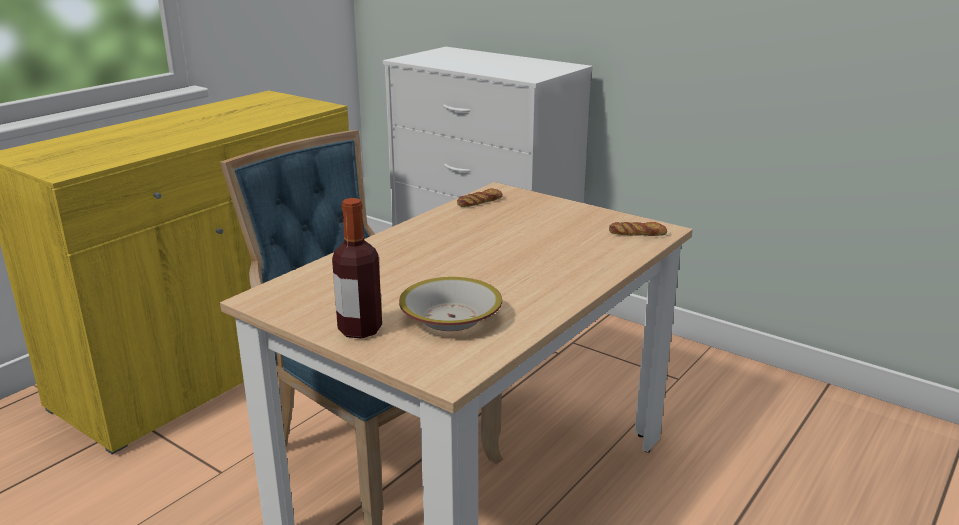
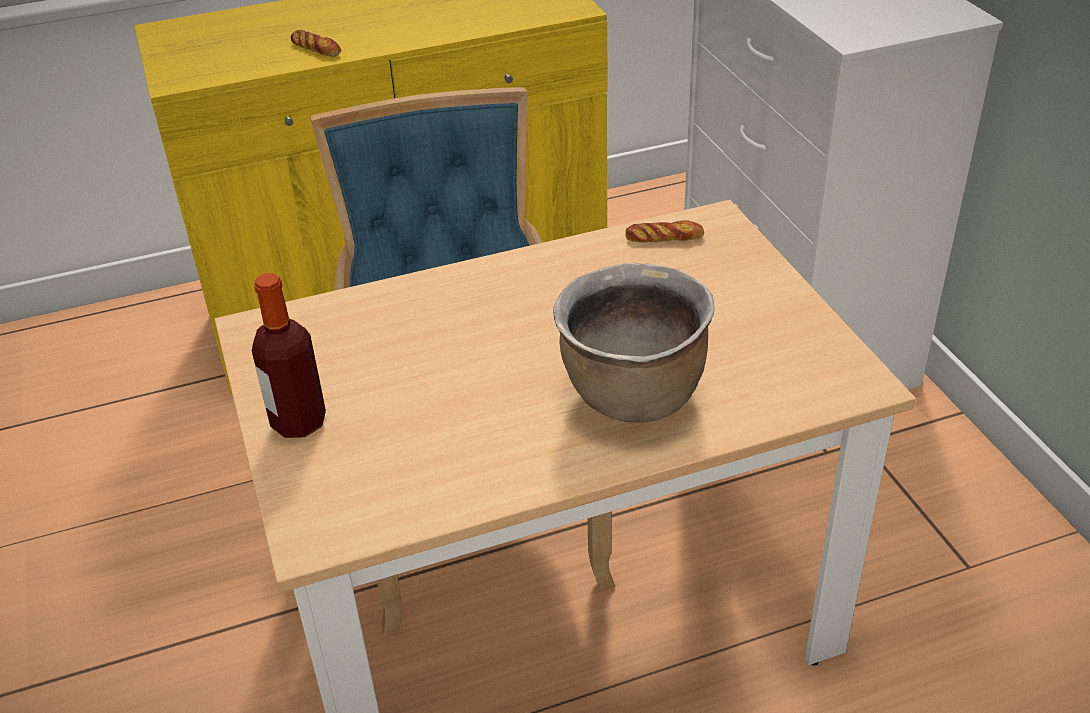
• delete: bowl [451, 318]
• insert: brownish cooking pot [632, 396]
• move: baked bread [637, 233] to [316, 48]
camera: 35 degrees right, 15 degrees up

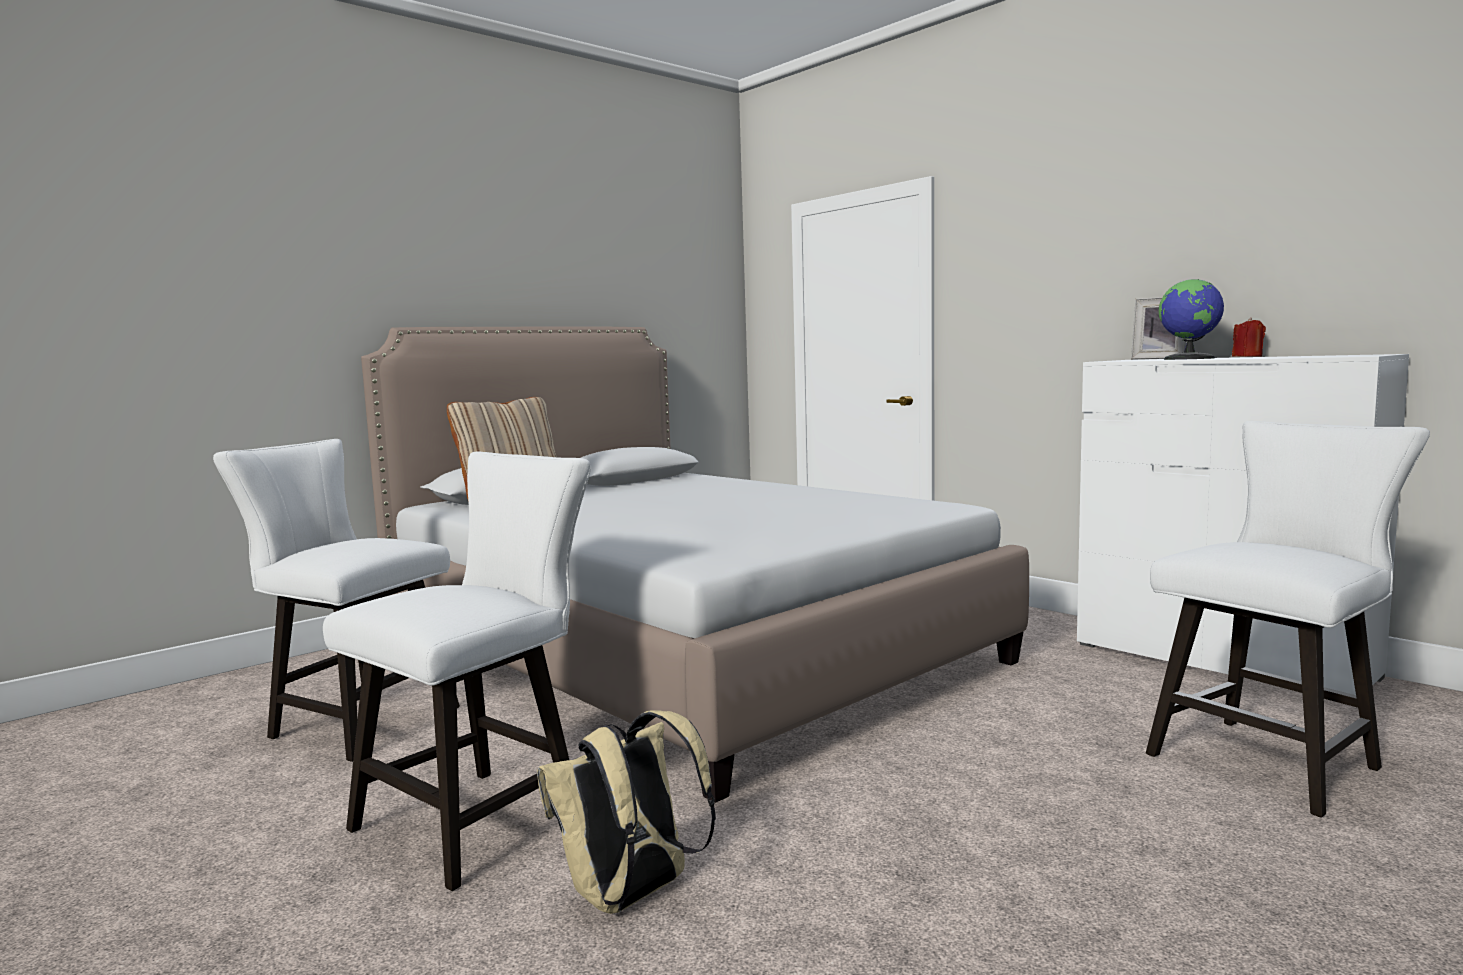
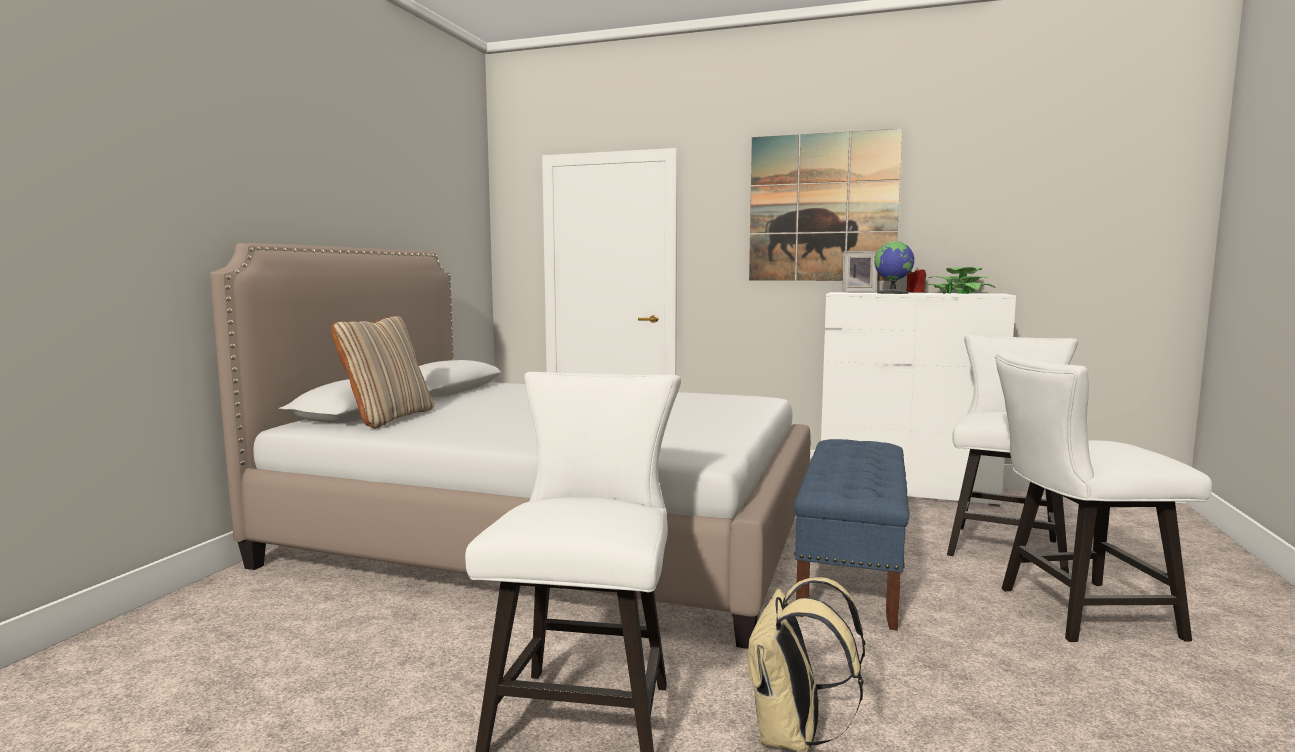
• insert: picture [822, 208]
• insert: blue-coloured long seat [851, 570]
• insert: houseplant [958, 293]
• move: white-coloured chair [354, 722] to [1075, 612]
camera: 30 degrees left, 0 degrees up

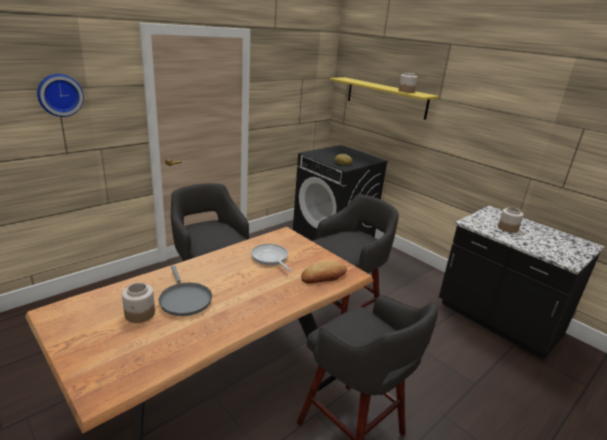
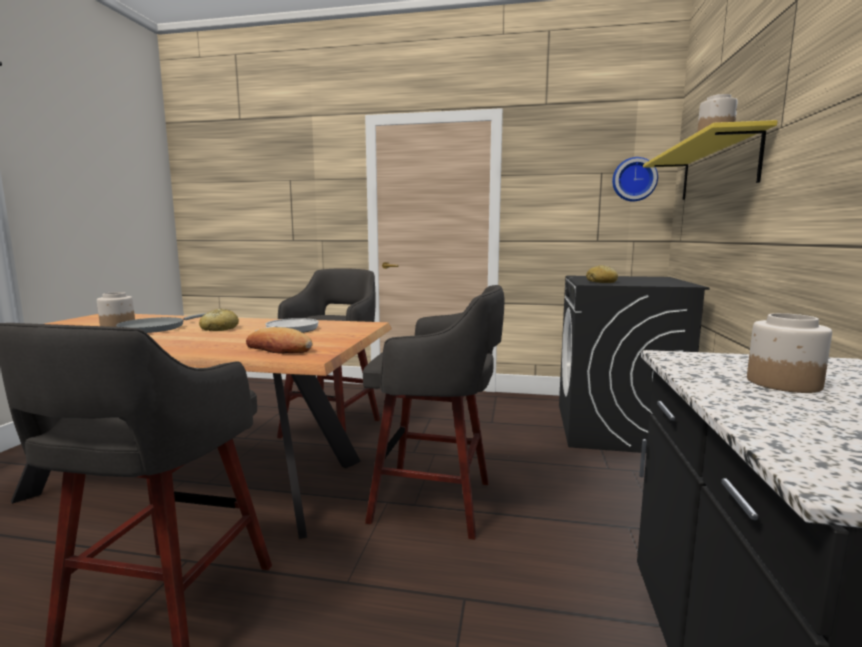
• insert: baked bread [219, 328]
• move: clock on the wall [59, 95] to [634, 179]
camera: 55 degrees right, 15 degrees down

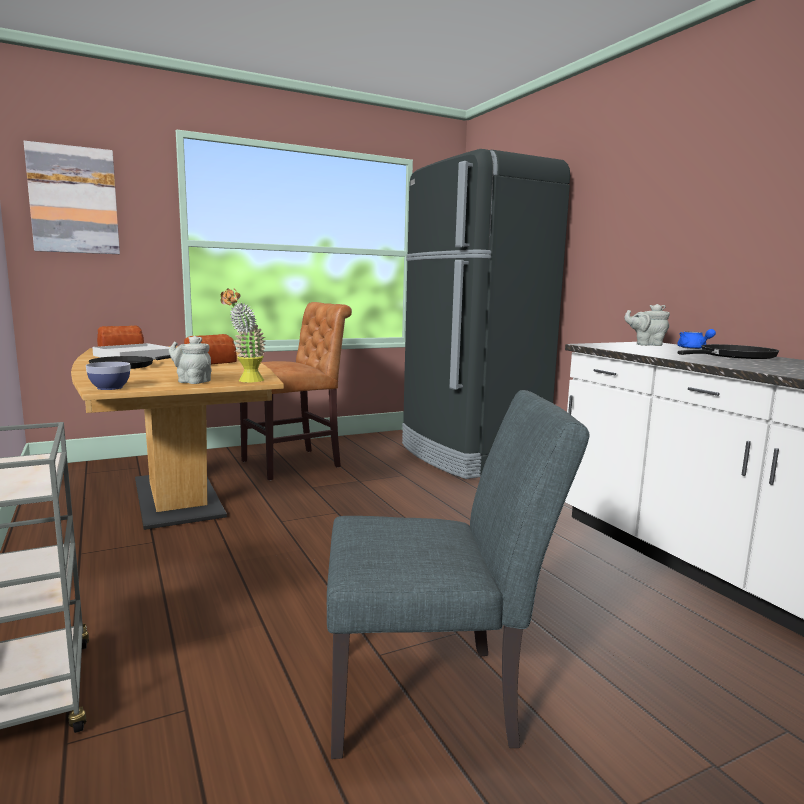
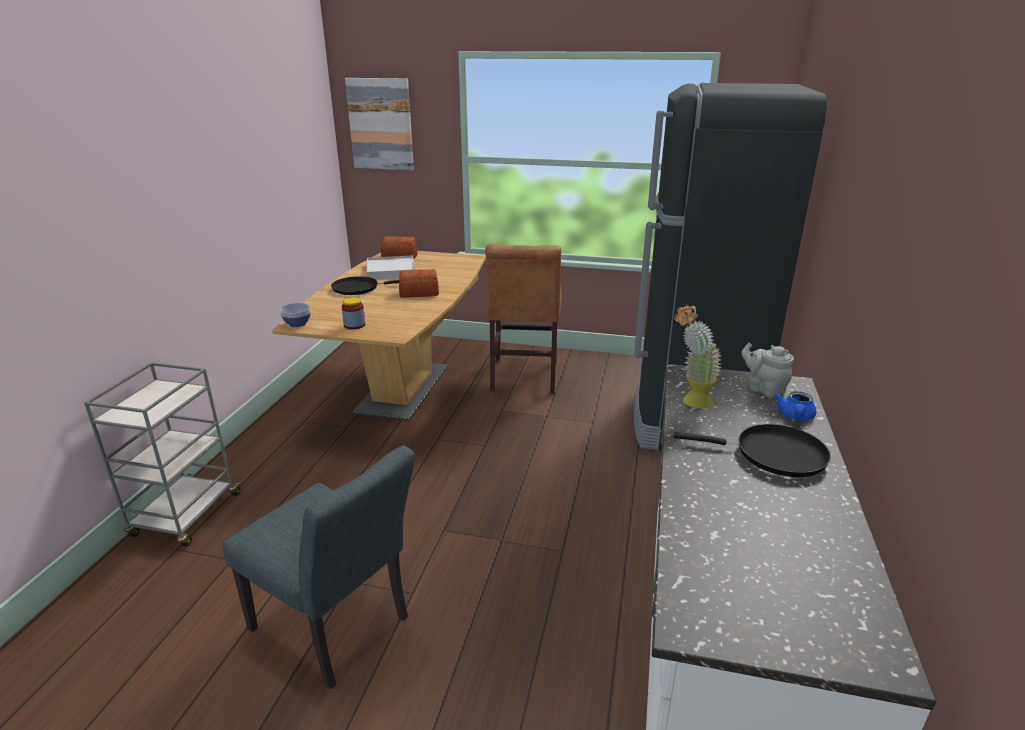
• move: houseplant [245, 381] to [690, 402]
• replace: grey teapot [192, 381] to storage jar [354, 325]
• rotate: brownish chair [296, 463] = [523, 378] 90 degrees clockwise
camera: 40 degrees right, 15 degrees up

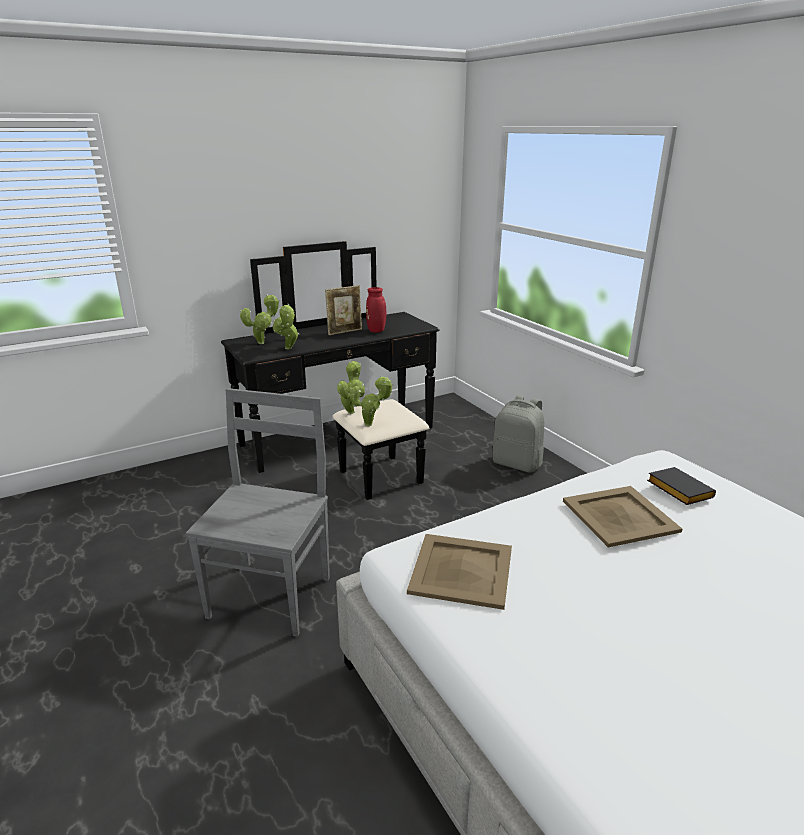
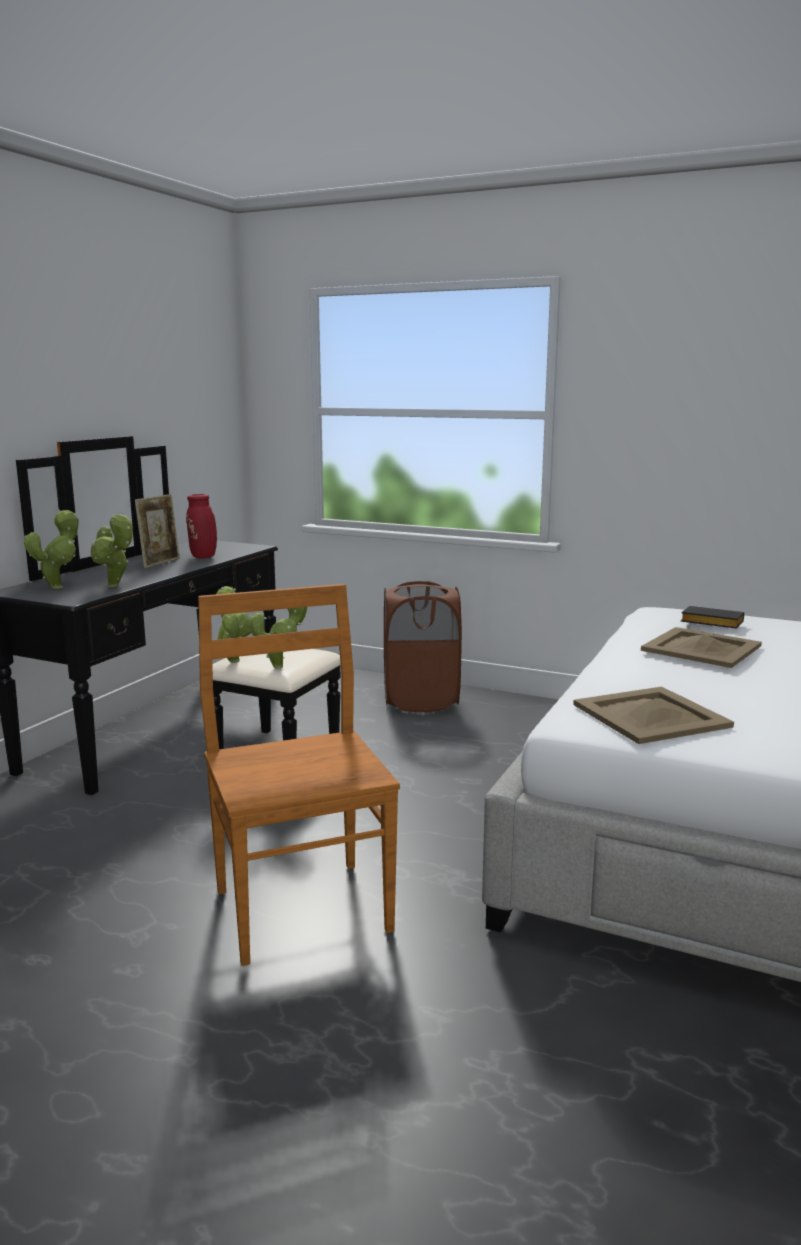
• replace: grey backpack [517, 463] to brownish laundry basket [421, 700]
• recolor: grey chair [272, 595] to brownish chair [301, 907]
camera: 35 degrees left, 10 degrees down

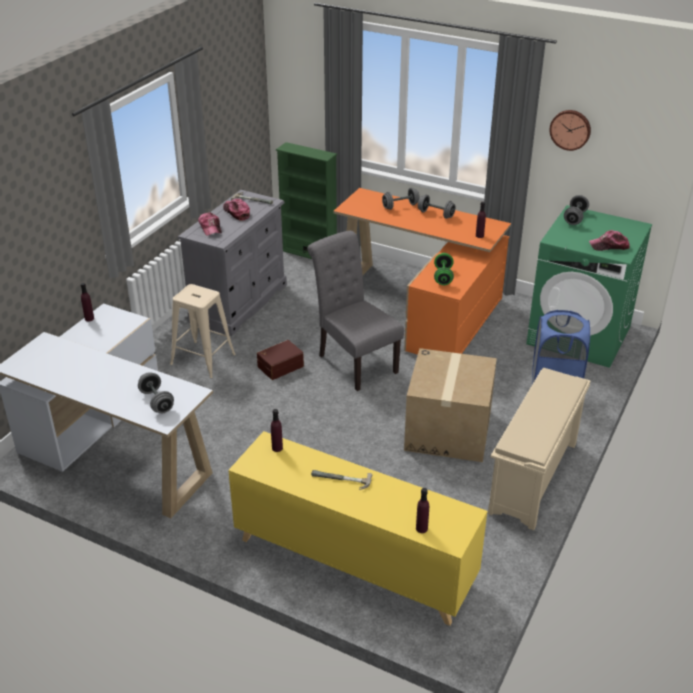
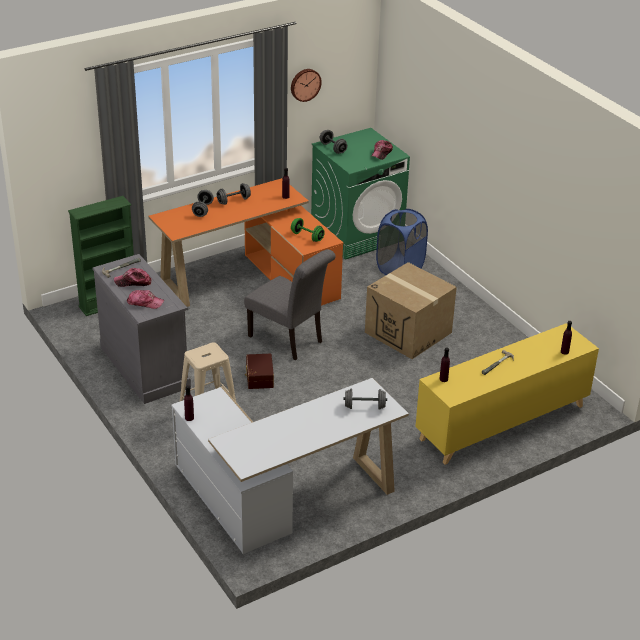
• delete: beige shoe stand [534, 479]
• rotate: grey chair [354, 361] = [289, 340] 135 degrees counterclockwise
camera: 60 degrees left, 0 degrees up

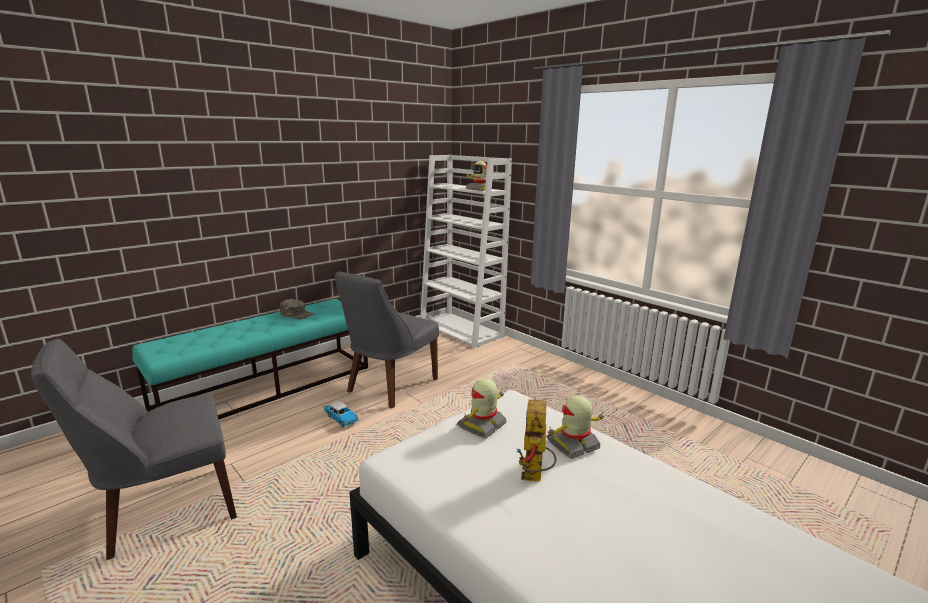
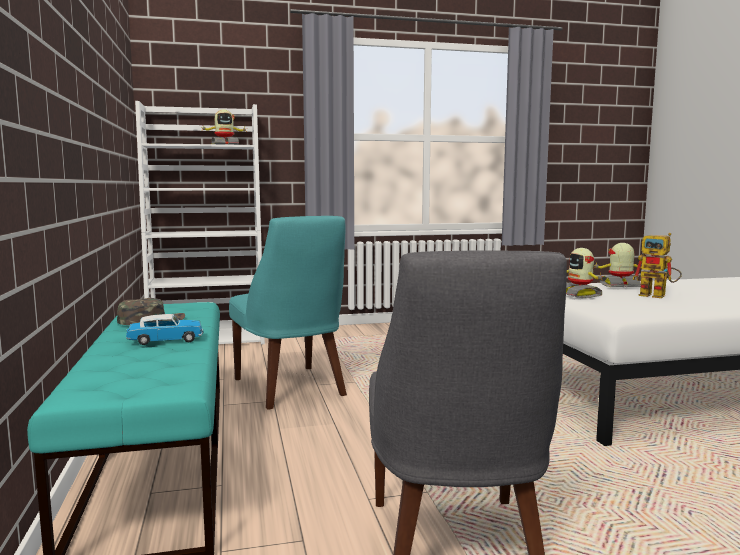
• move: miniature car [341, 419] to [166, 340]
• recolor: grey chair [389, 386] to turquoise chair [291, 389]
• rotate: model robot [573, 445] = [620, 286] 90 degrees clockwise
camera: 60 degrees left, 10 degrees down

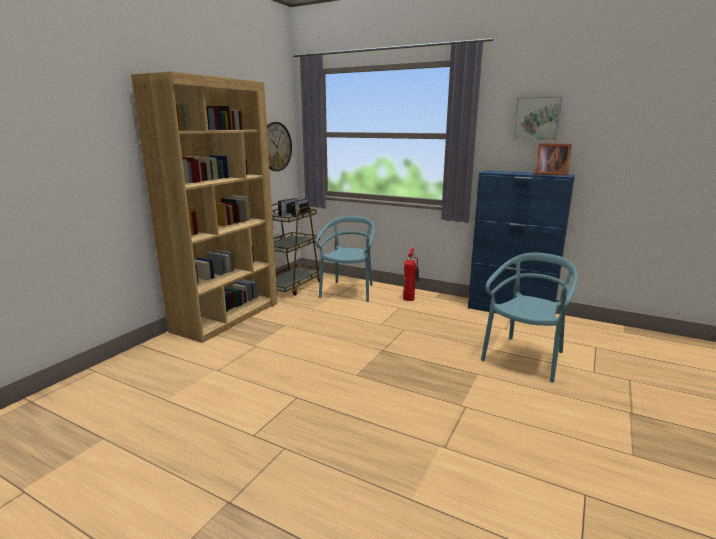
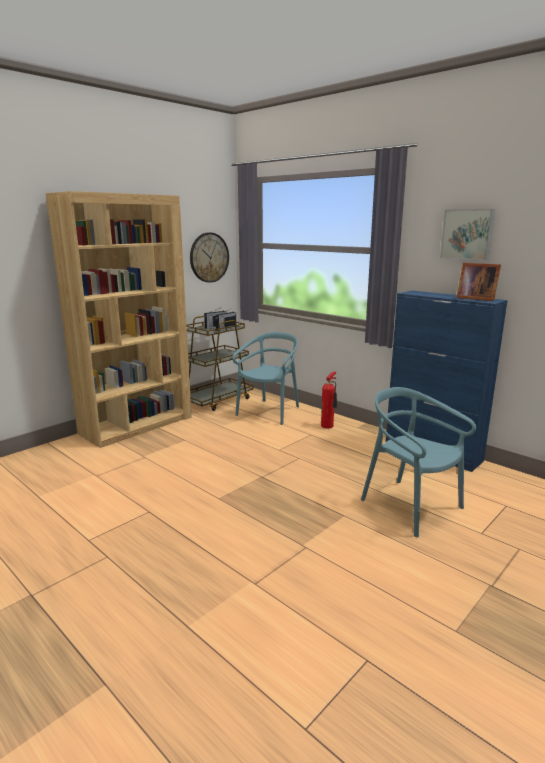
• rotate: turquoise chair [525, 358] = [410, 506] 90 degrees counterclockwise
camera: 15 degrees right, 0 degrees up

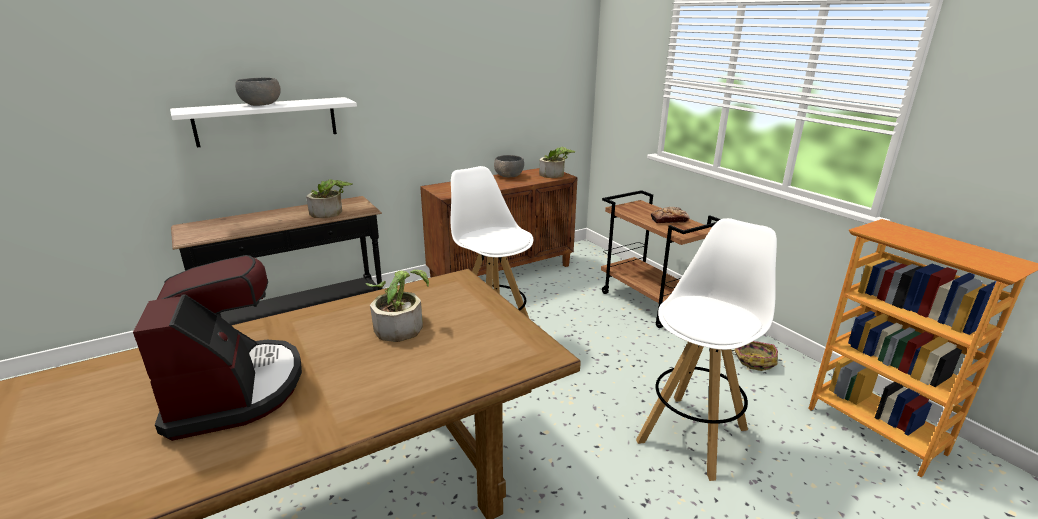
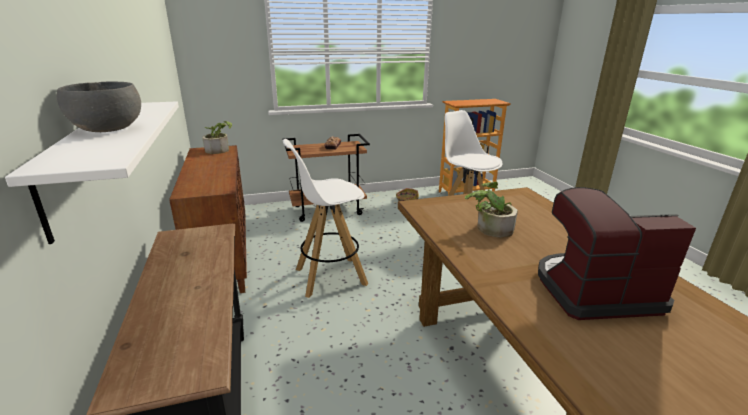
• delete: houseplant [331, 213]
• delete: grey bowl [508, 176]
camera: 75 degrees left, 0 degrees up

